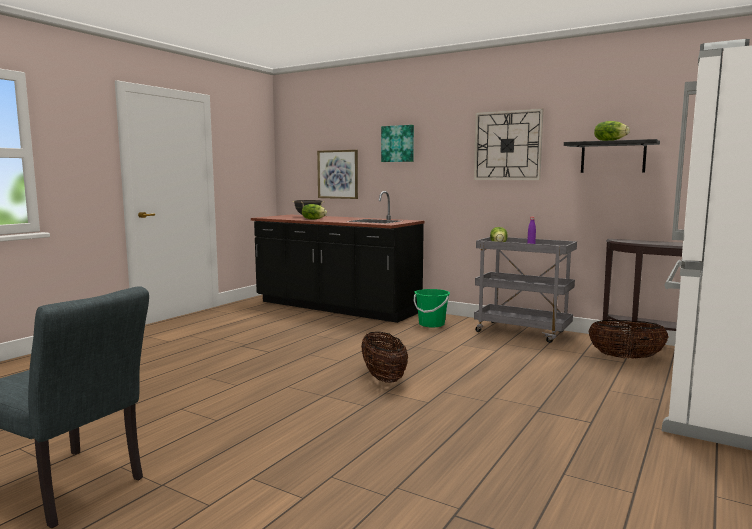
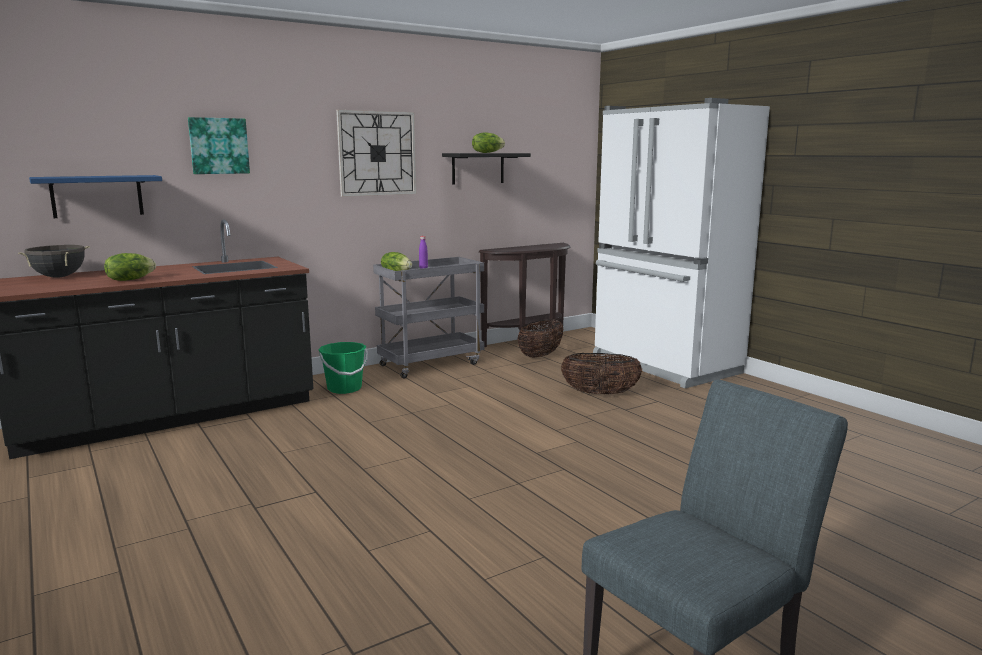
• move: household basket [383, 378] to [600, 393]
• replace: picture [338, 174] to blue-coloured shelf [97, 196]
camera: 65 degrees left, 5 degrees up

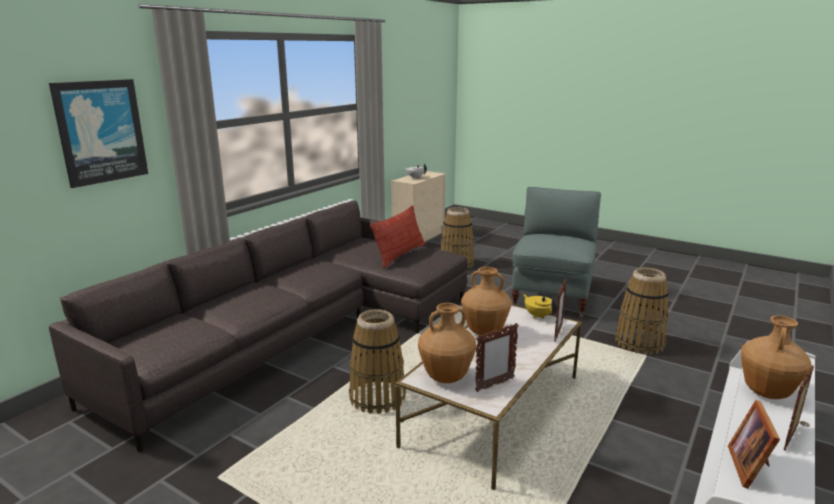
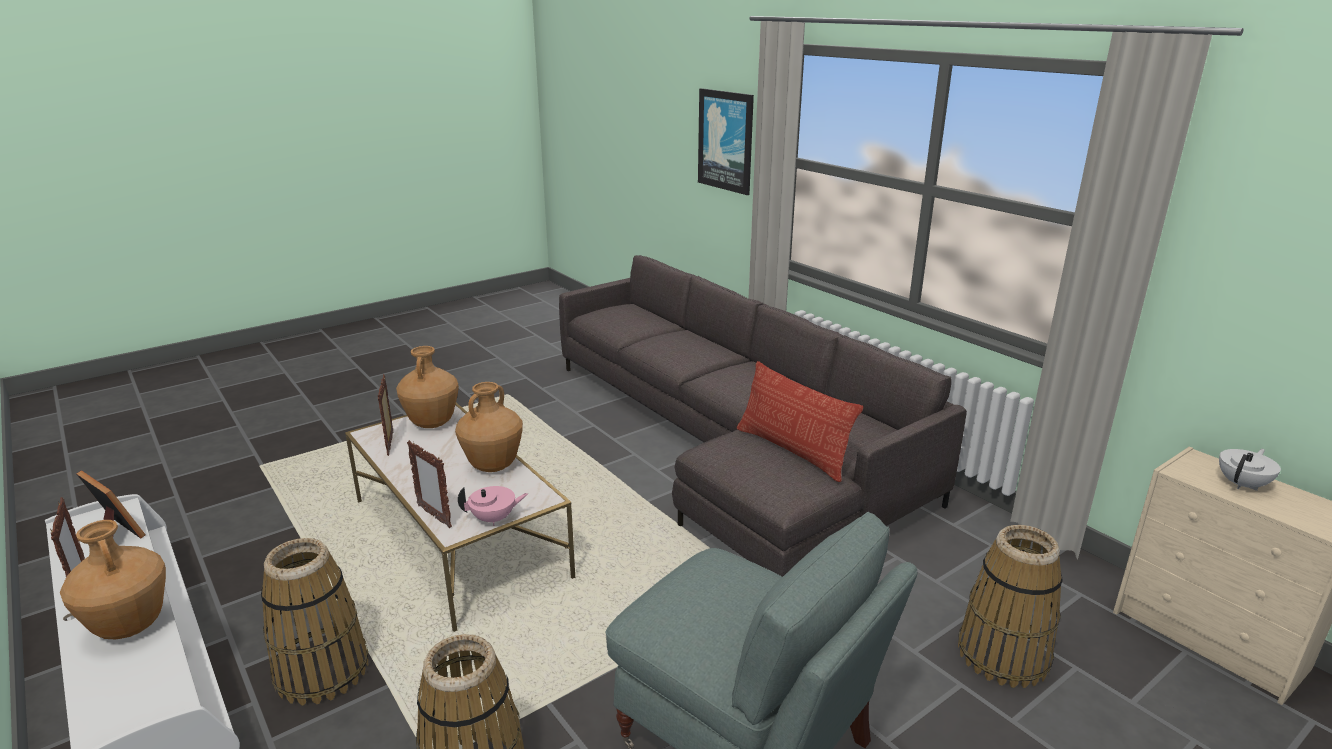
• move: household basket [377, 397] to [322, 671]
• recolor: yellowish teapot [538, 315] to pinkish teapot [494, 519]
camera: 110 degrees right, 5 degrees up

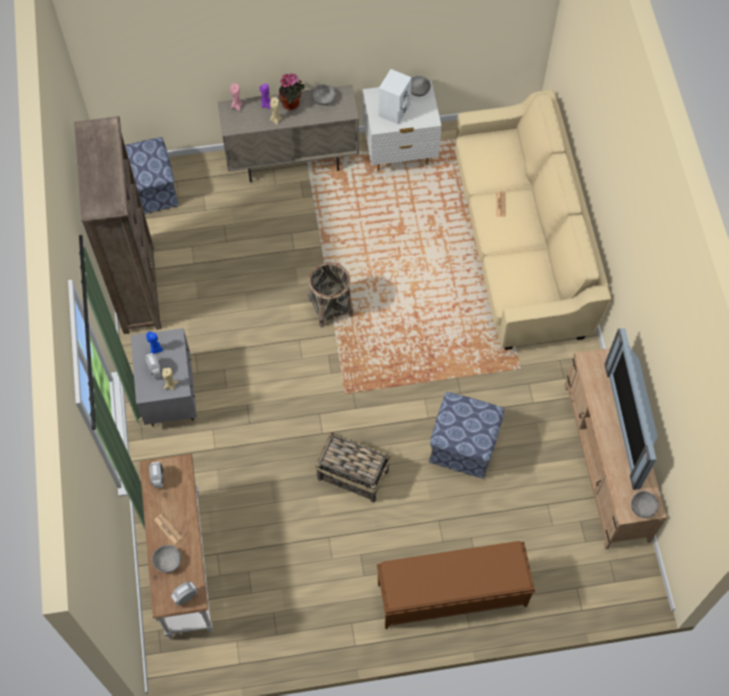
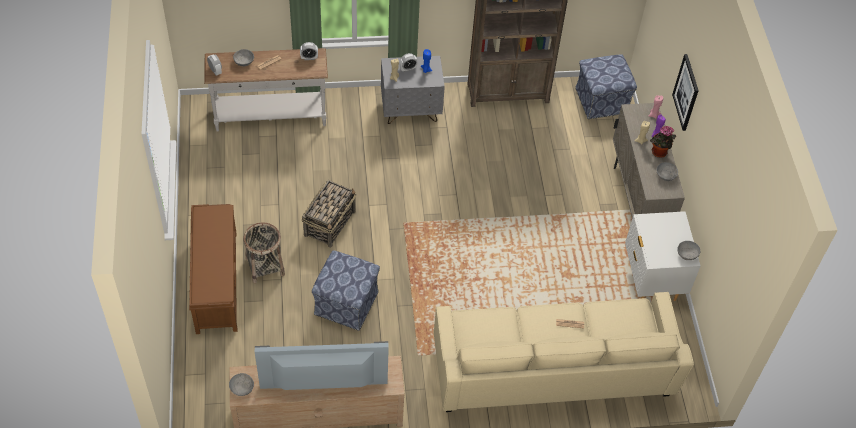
• delete: white-coloured speaker [394, 110]
• insert: picture [686, 92]
• move: household basket [330, 307] to [265, 266]
camera: 90 degrees right, 10 degrees down

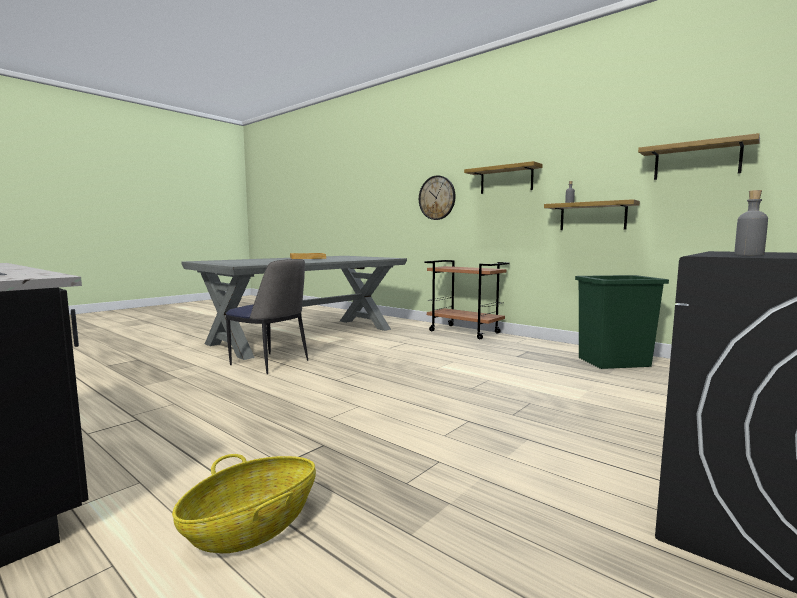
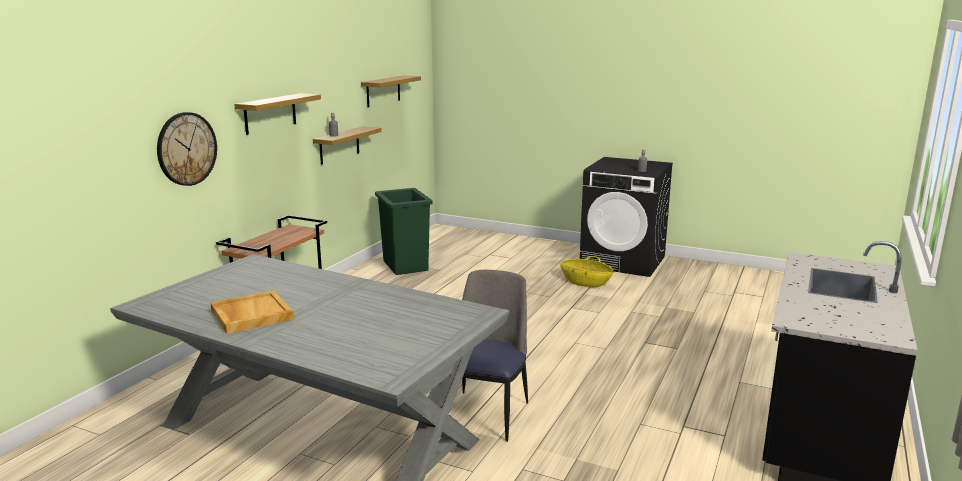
• move: household basket [252, 527] to [585, 282]
camera: 105 degrees left, 10 degrees up

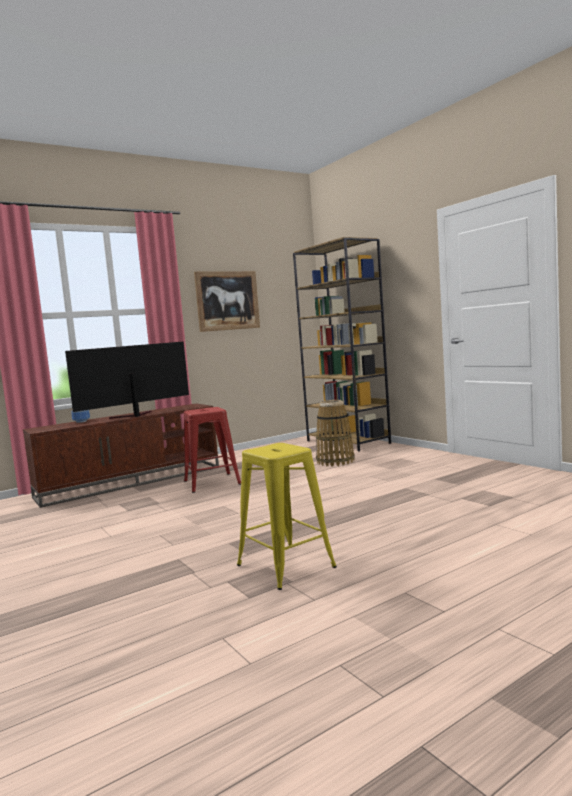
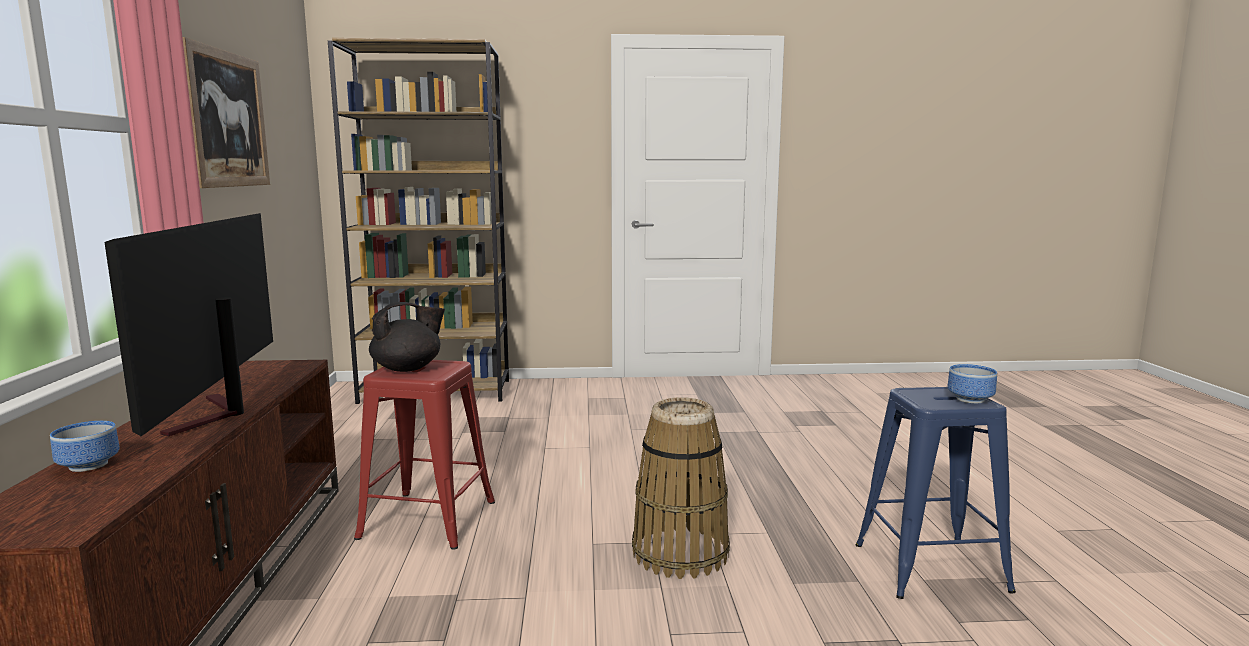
• insert: black teapot [408, 368]
• insert: bowl [969, 398]
• move: household basket [335, 461] to [680, 553]
• recolor: yellowish stool seat [285, 566] to blue-coloured stool seat [930, 568]
camera: 60 degrees left, 5 degrees up

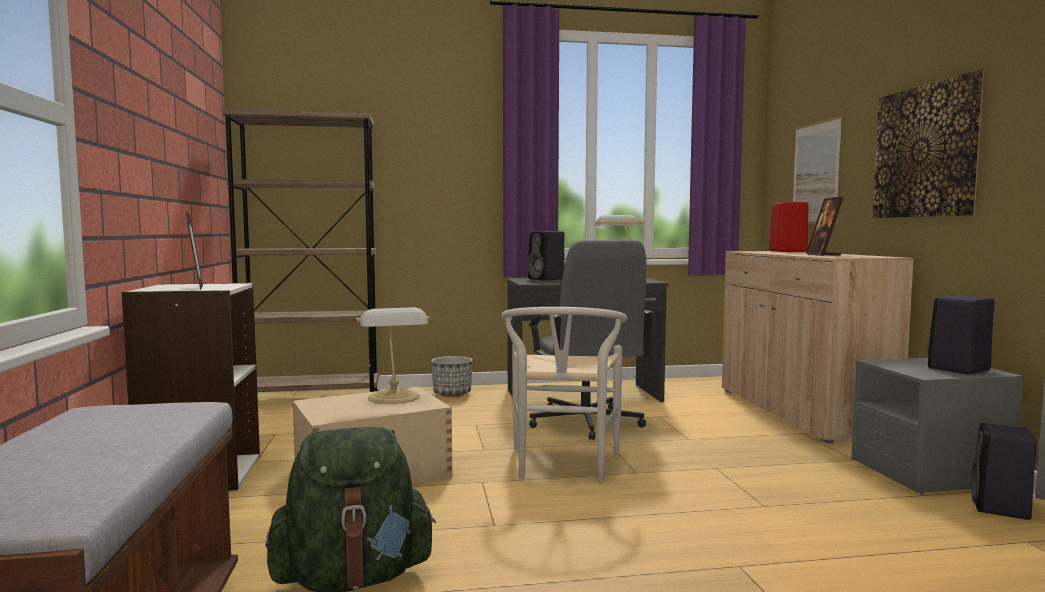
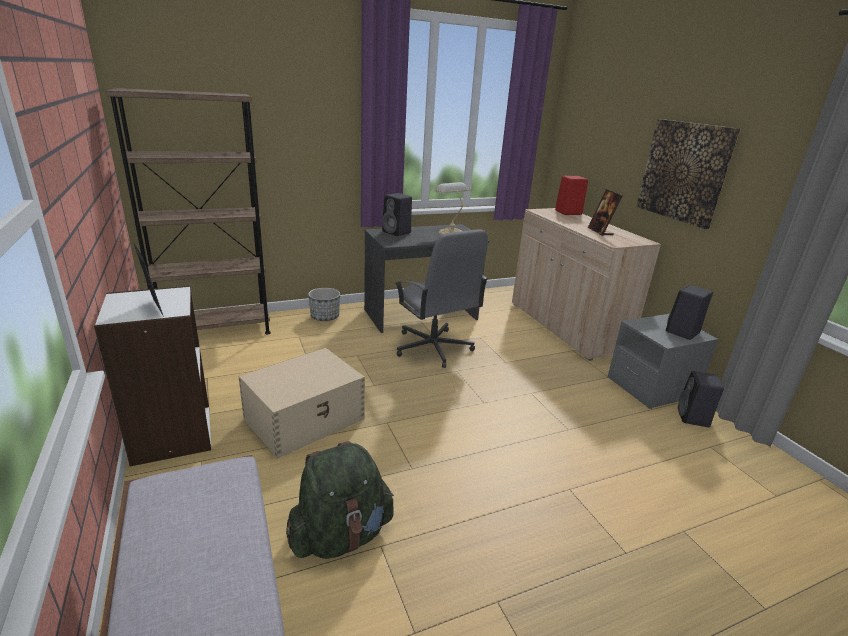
• delete: tabletop lamp [394, 398]
• delete: white-coloured chair [562, 467]
• delete: picture [816, 173]
camera: 15 degrees left, 20 degrees up

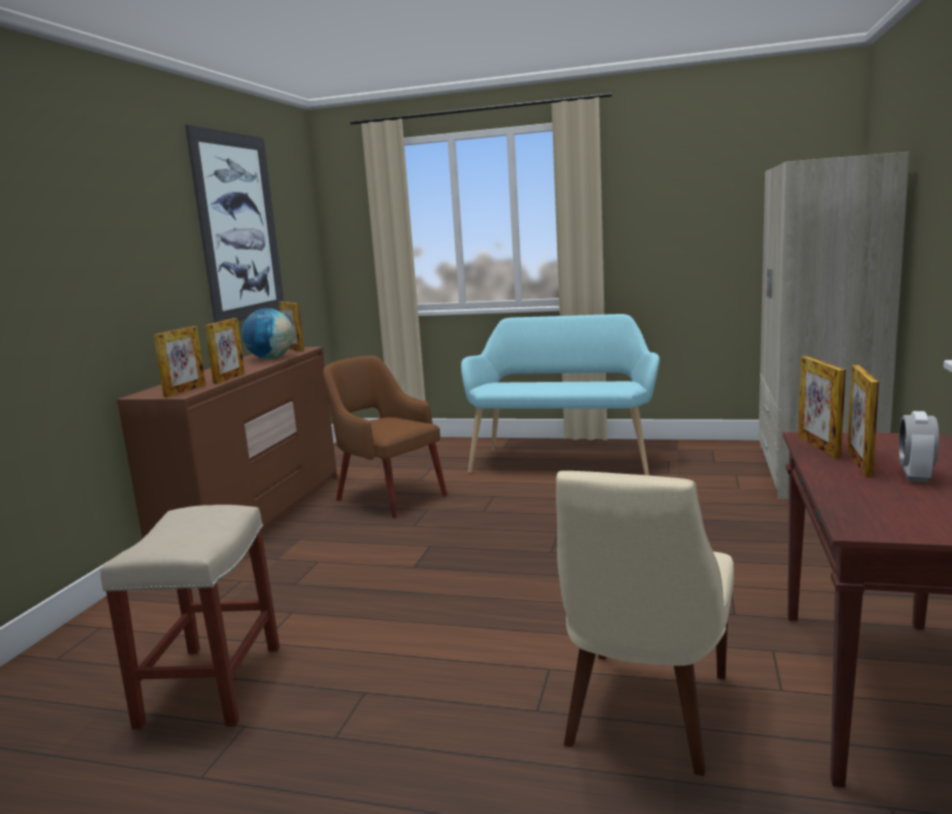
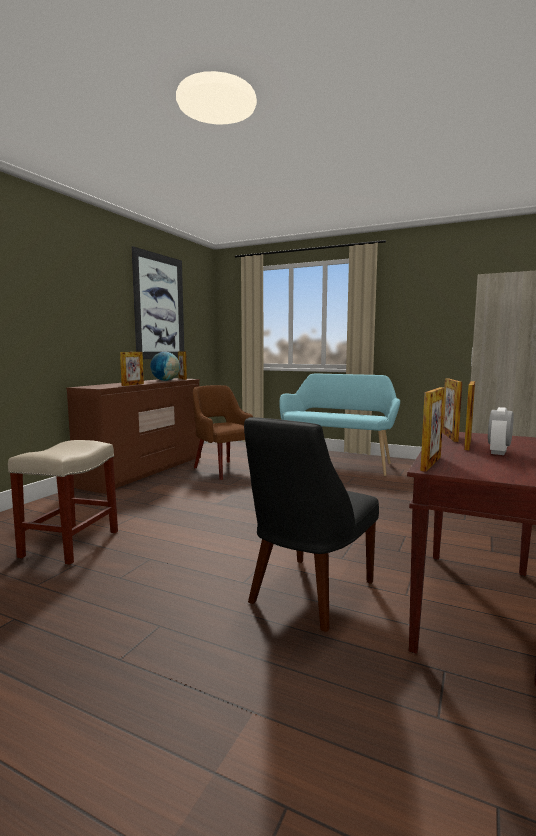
• move: picture frame [185, 390] to [431, 463]
• recolor: beige chair [644, 714] to black chair [308, 594]
camera: 10 degrees right, 5 degrees down

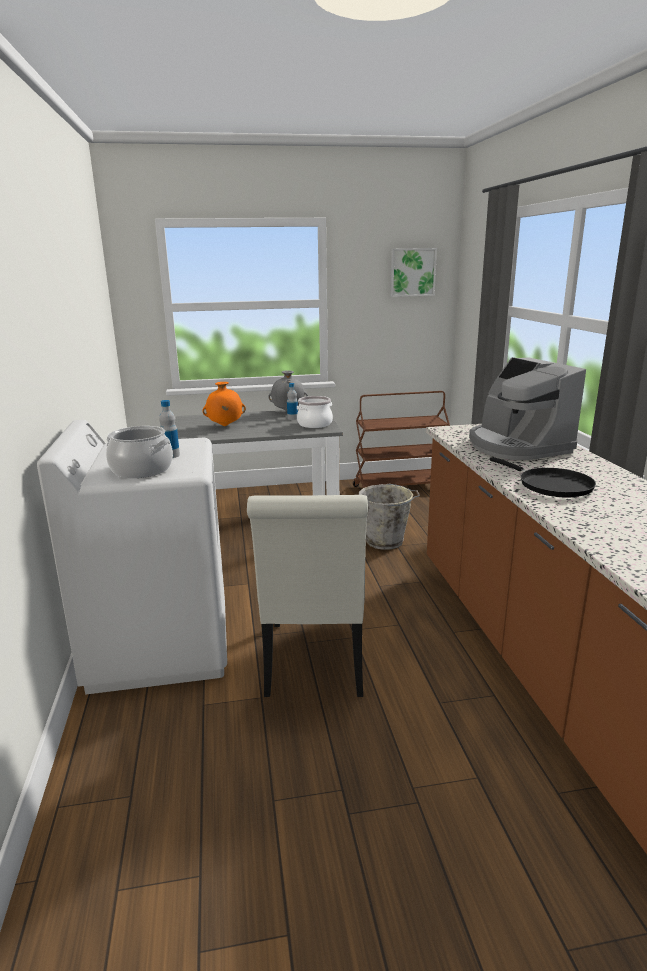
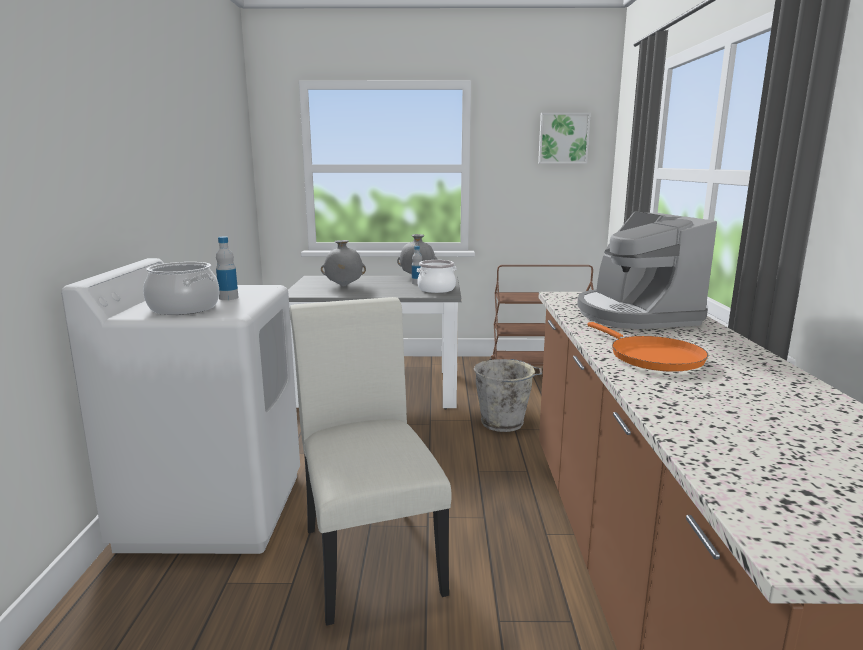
• recolor: orange-coloured flower vase [225, 426] to grey flower vase [343, 286]
• recolor: black frying pan [550, 485] to orange-coloured frying pan [651, 357]
• rotate: white-coloured chair [315, 664] = [369, 552] 150 degrees clockwise
camera: 10 degrees right, 5 degrees down

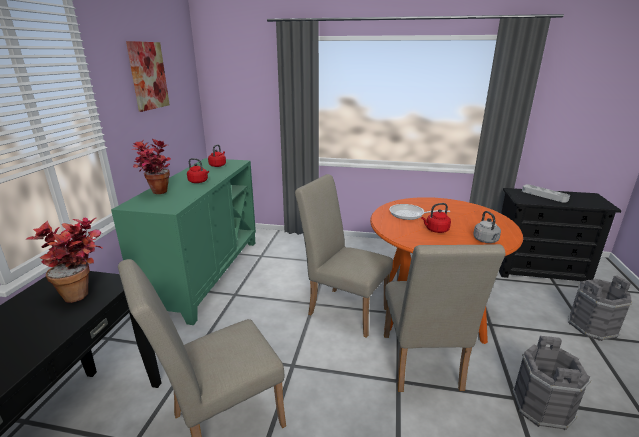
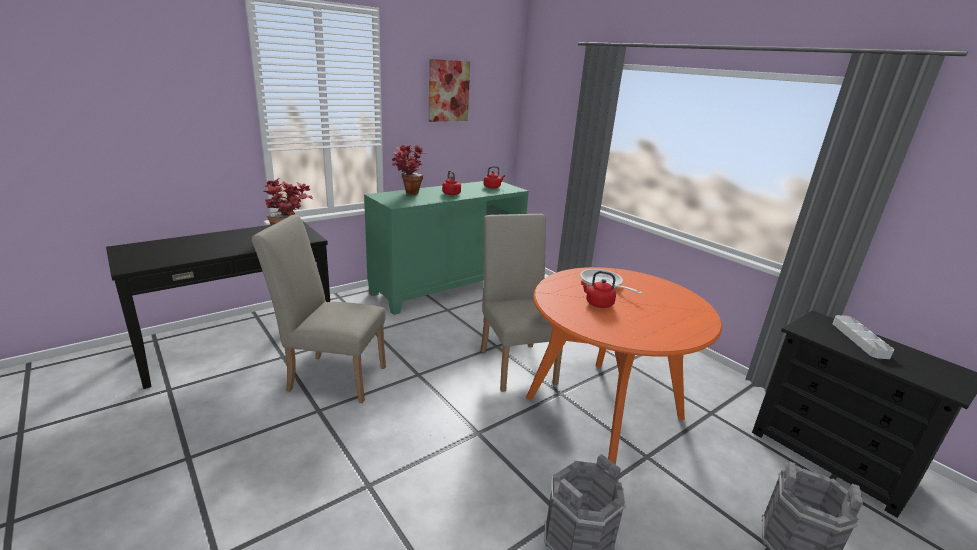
• delete: beige chair [421, 366]
• delete: grey tea kettle [486, 240]
camera: 40 degrees right, 0 degrees up

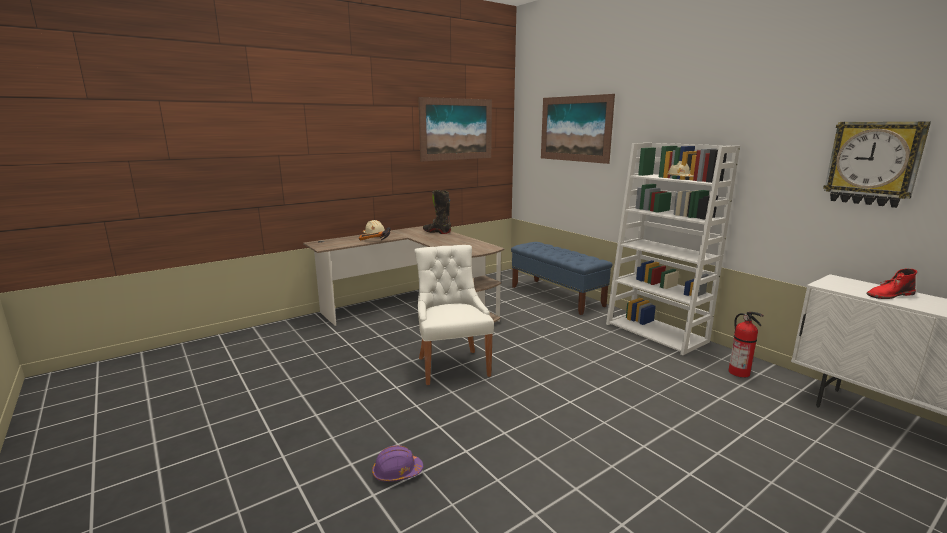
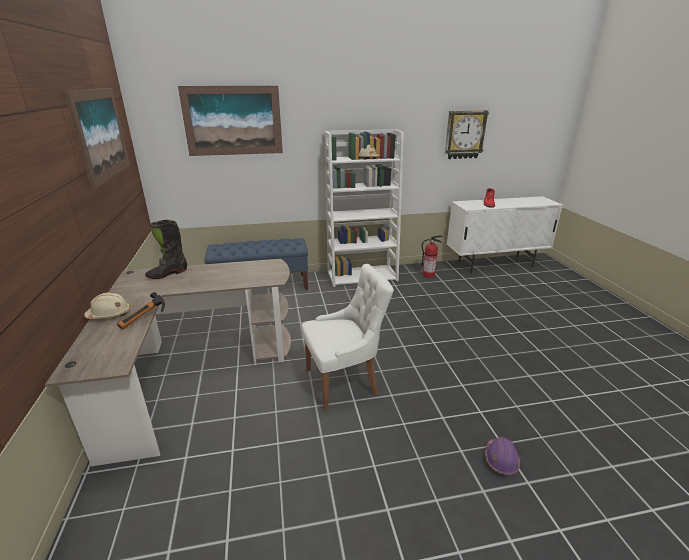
• rotate: white-coloured chair [452, 365] = [344, 381] 150 degrees clockwise
camera: 65 degrees left, 10 degrees up

